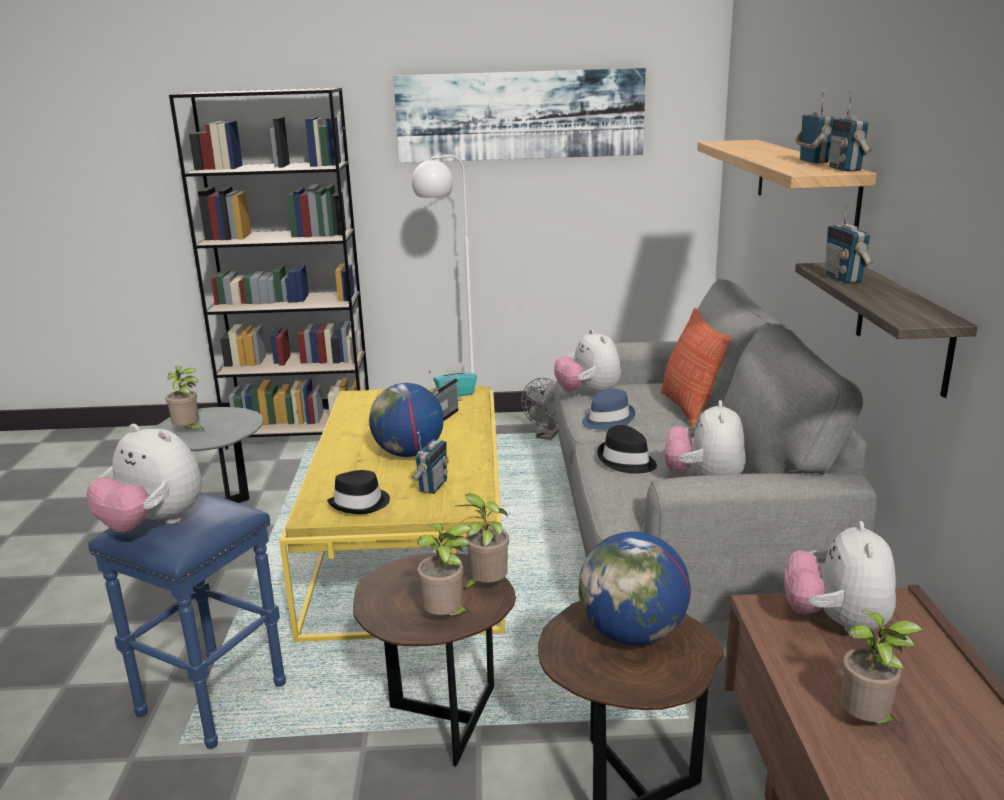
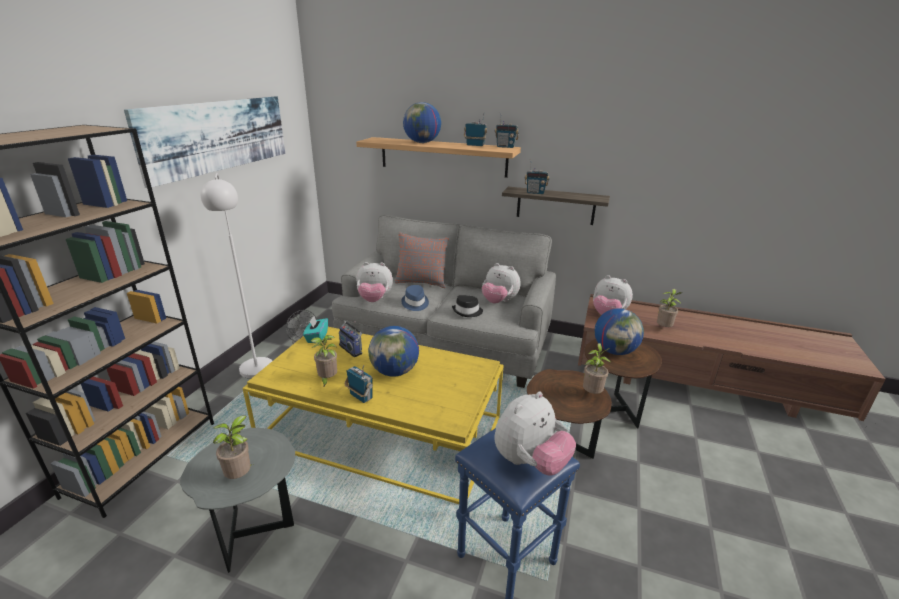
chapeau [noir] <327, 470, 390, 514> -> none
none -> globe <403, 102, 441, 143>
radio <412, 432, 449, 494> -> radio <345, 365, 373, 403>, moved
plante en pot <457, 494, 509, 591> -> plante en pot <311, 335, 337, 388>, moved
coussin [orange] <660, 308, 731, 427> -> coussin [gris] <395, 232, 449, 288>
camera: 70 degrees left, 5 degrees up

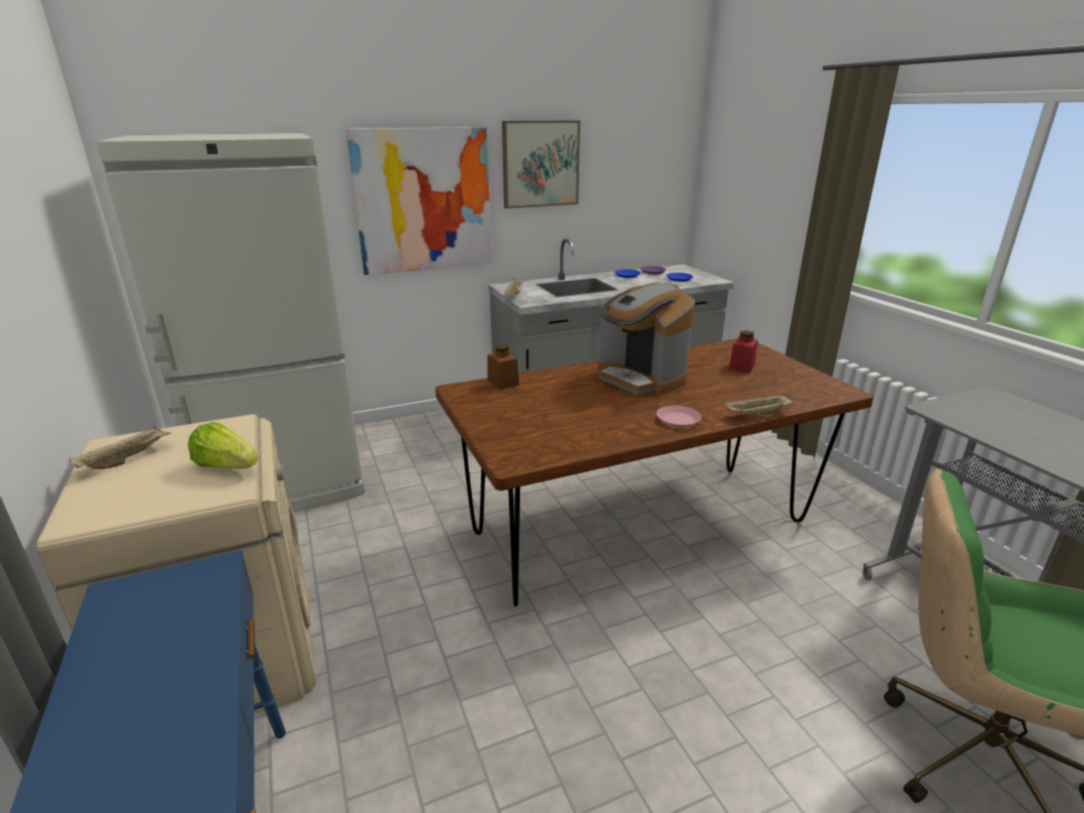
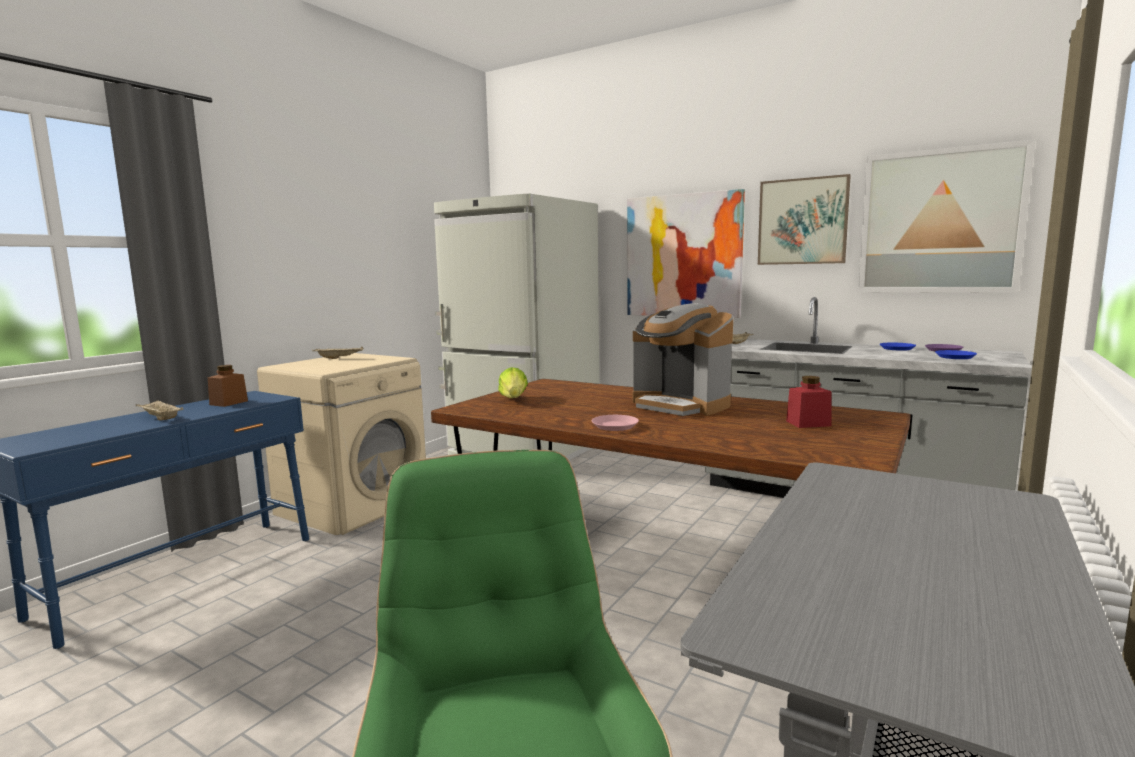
none -> tableau <858, 139, 1035, 293>
laitue <188, 422, 258, 469> -> laitue <498, 367, 528, 398>, moved
bocal [marron] <487, 344, 519, 390> -> bocal [marron] <208, 365, 248, 407>, moved
plateau [beige] <725, 393, 793, 415> -> plateau [beige] <136, 400, 183, 421>, moved
machine à café <598, 283, 695, 395> -> machine à café <633, 303, 733, 416>, 60 degrees counterclockwise
camera: 55 degrees right, 15 degrees down

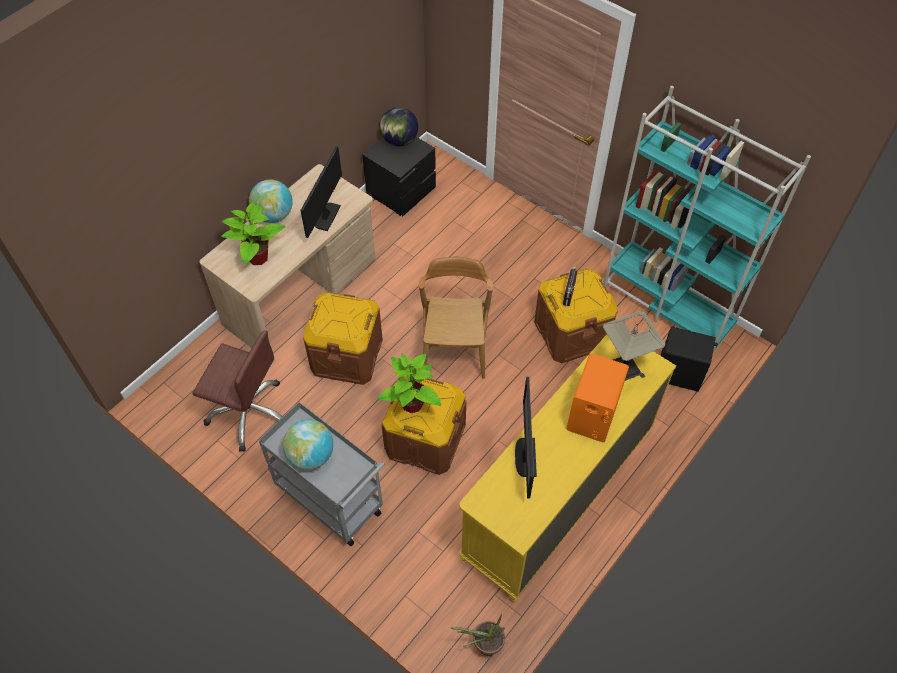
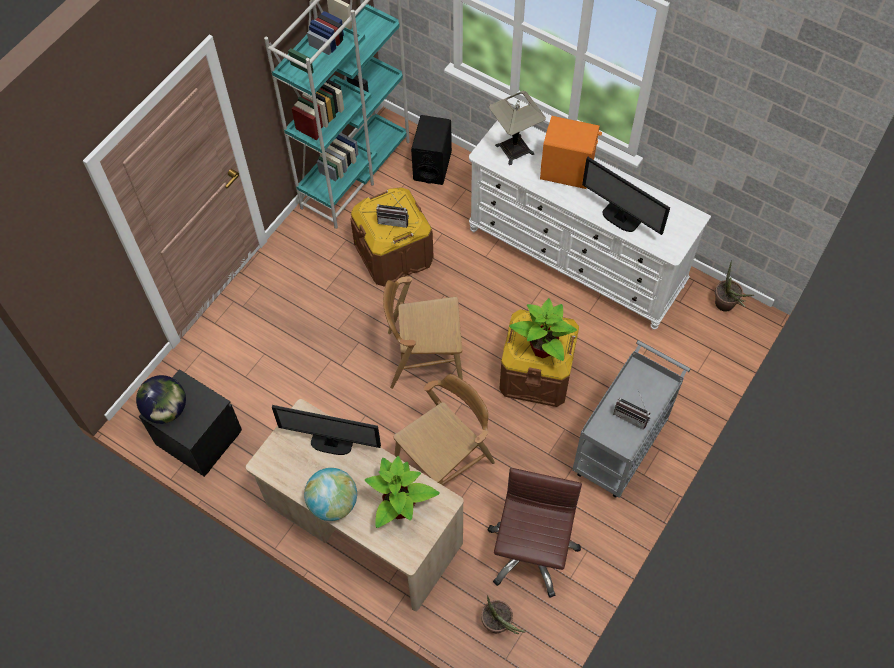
none -> plante en pot <481, 595, 526, 634>
globe <283, 419, 333, 470> -> radio <613, 391, 650, 429>
boîte de rangement [marron] <303, 292, 383, 385> -> chaise [marron] <393, 374, 495, 485>
commode [jaune] <459, 334, 676, 601> -> commode [blanc] <469, 120, 711, 330>
écran d'ordinateur <515, 377, 537, 499> -> écran d'ordinateur <582, 157, 670, 235>, 45 degrees clockwise
camera: 95 degrees left, 5 degrees up

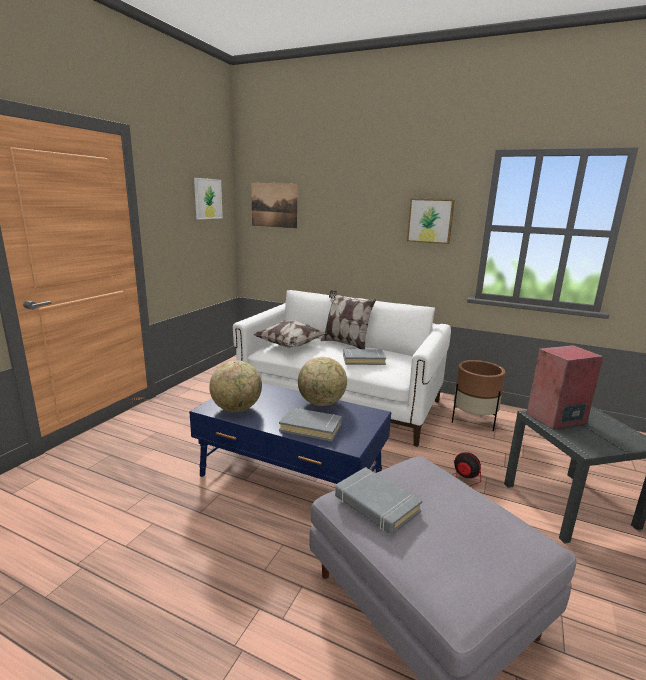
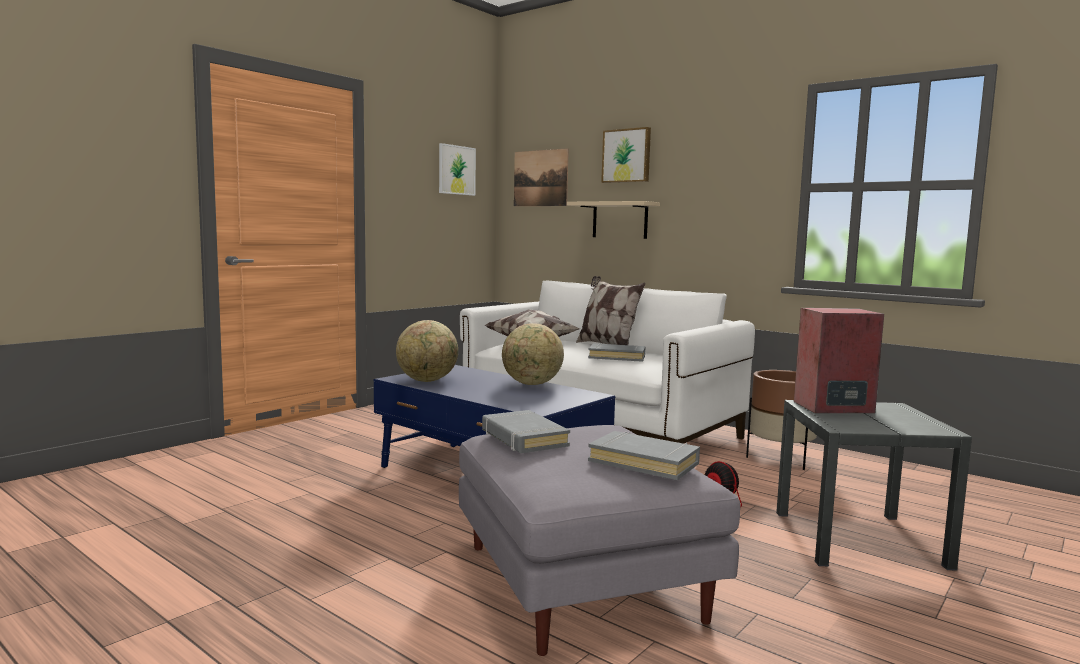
none -> étagère [beige] <567, 201, 660, 239>
livre [gris] <279, 407, 342, 442> -> livre [gris] <588, 431, 700, 480>, moved
tableau <407, 198, 455, 244> -> tableau <601, 127, 651, 183>, moved
camera: 15 degrees right, 10 degrees down

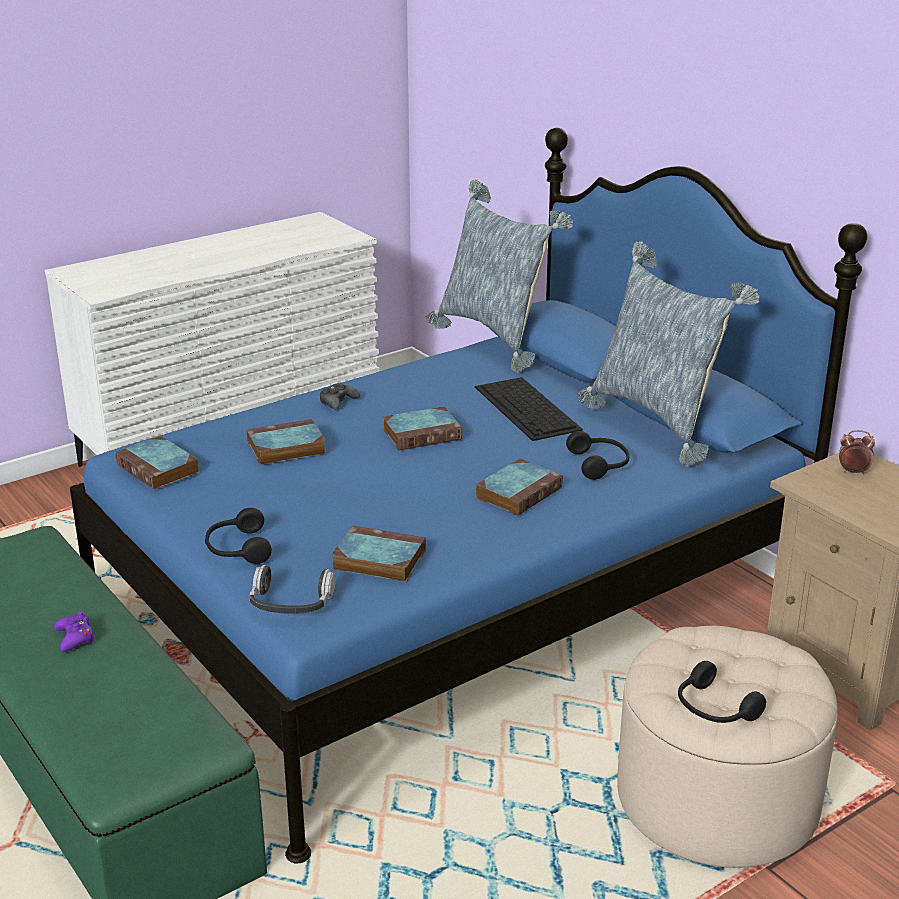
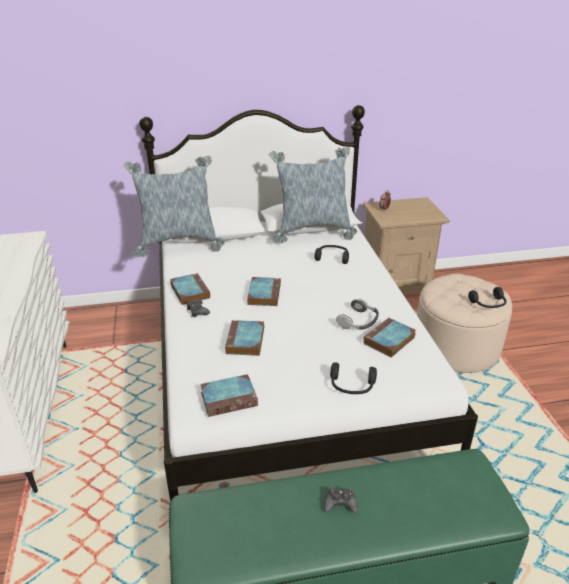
clavier <475, 377, 583, 441> -> none
casque audio <249, 565, 336, 614> -> casque audio <336, 299, 379, 330>, moved
livre <476, 458, 563, 516> -> livre <170, 273, 210, 305>, moved
manette [violet] <54, 611, 95, 652> -> manette [noir] <324, 488, 358, 513>
lit [bleu] <70, 128, 867, 863> -> lit [blanc] <139, 105, 478, 502>
camera: 65 degrees left, 5 degrees up

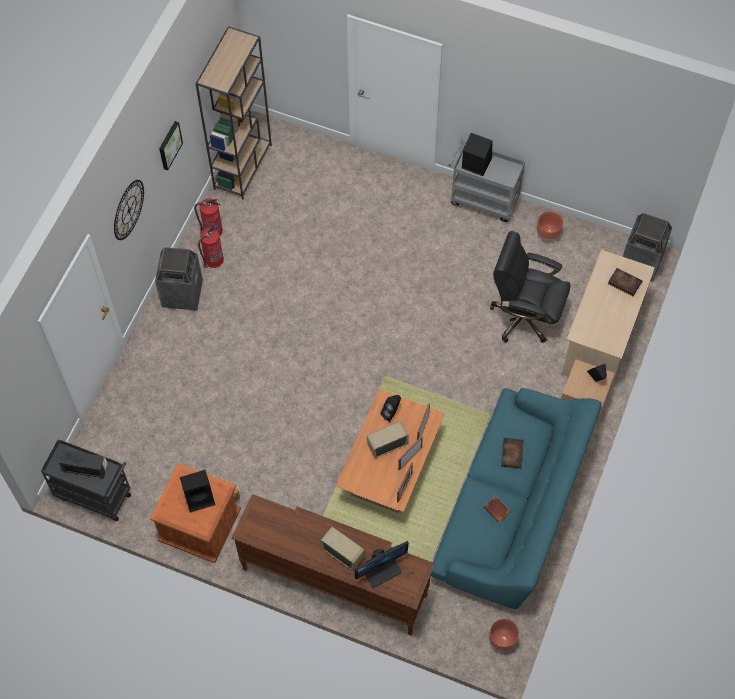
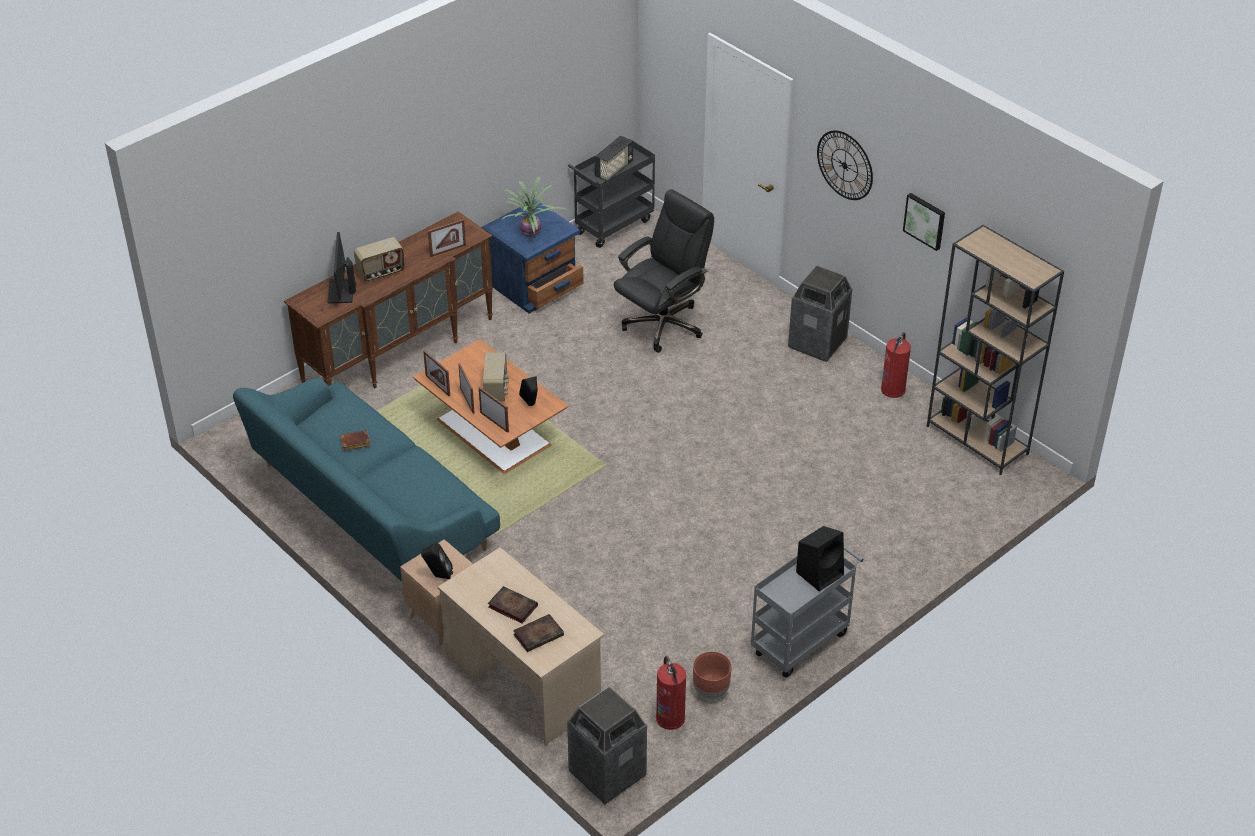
cache-pot [marron] <489, 619, 519, 652> -> none
none -> cadre photo <428, 219, 466, 257>
extincteur <198, 224, 224, 268> -> extincteur <656, 656, 686, 730>, moved
chaise de bureau [noir] <490, 231, 571, 343> -> chaise de bureau [noir] <614, 189, 714, 352>, moved
livre <501, 438, 524, 469> -> livre <488, 586, 538, 624>, moved
enceinte [noir] <180, 470, 215, 512> -> plante en pot <501, 177, 568, 237>
table de chevet [orange] <150, 463, 241, 563> -> table de chevet [bleu] <482, 199, 584, 314>
camera: 115 degrees right, 20 degrees down

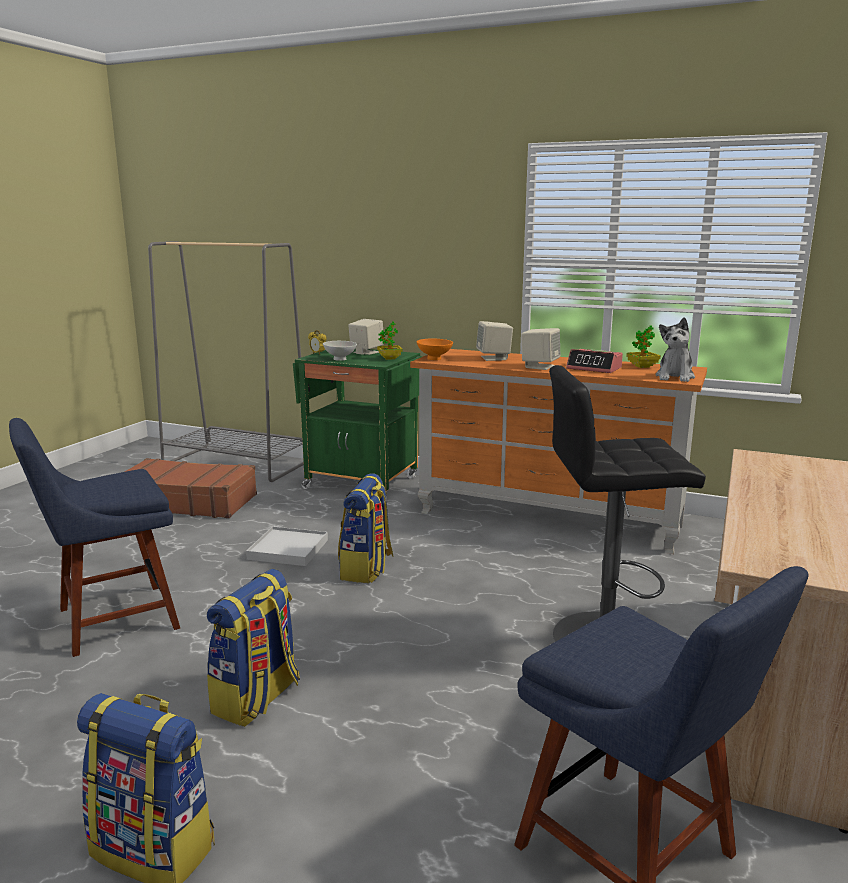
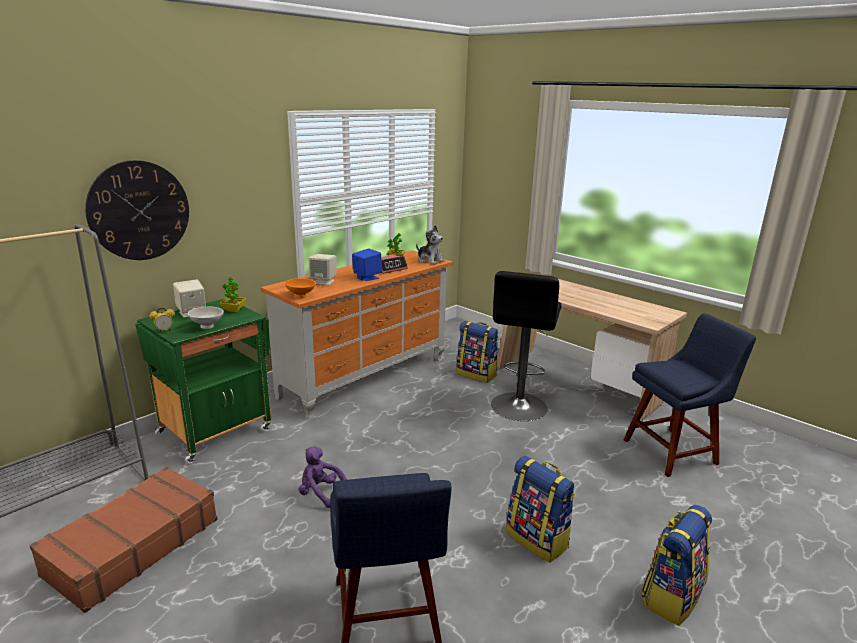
none -> horloge murale <85, 160, 189, 260>
sac à dos <338, 473, 394, 583> -> sac à dos <456, 321, 499, 383>, moved
plateau [blanc] <246, 526, 328, 566> -> peluche [violet] <299, 446, 347, 508>
enceinte [beige] <521, 328, 560, 370> -> enceinte [bleu] <352, 248, 382, 281>
camera: 70 degrees left, 5 degrees up

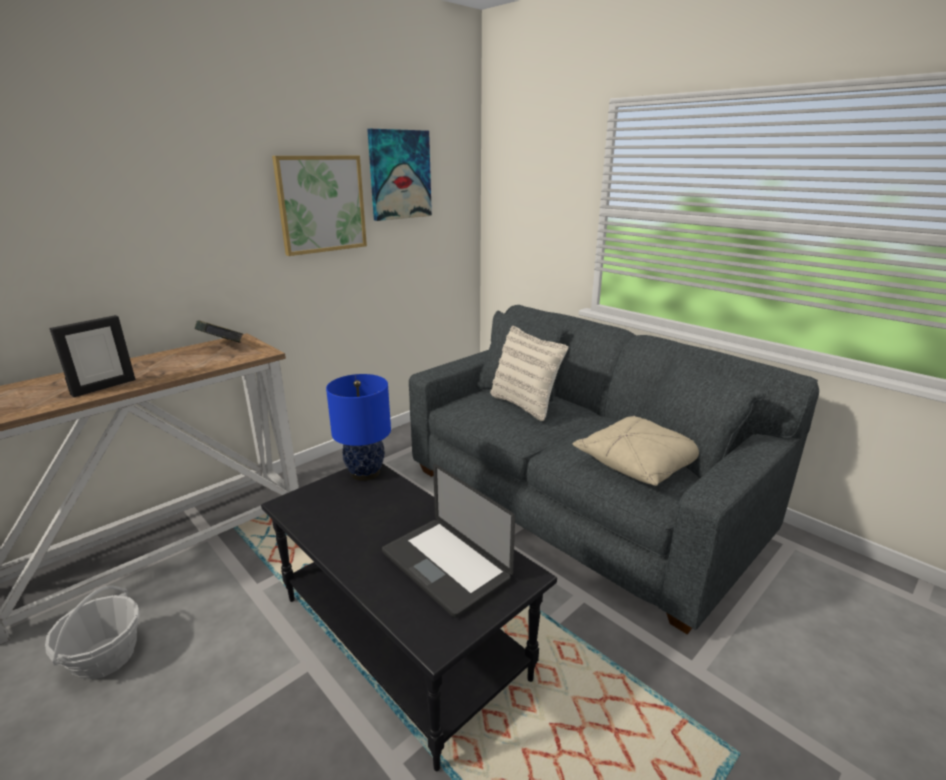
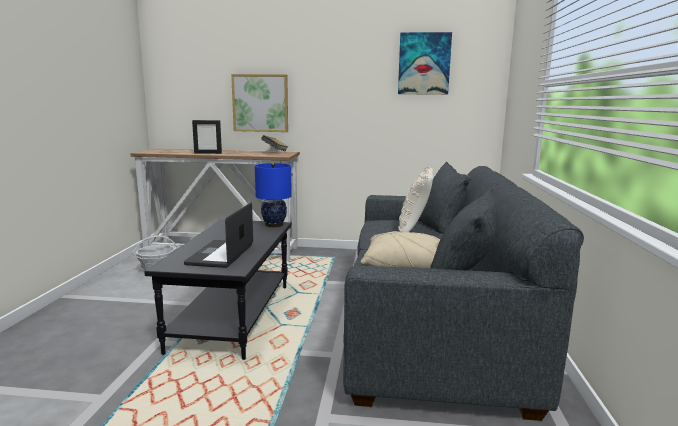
tableau <272, 156, 367, 256> -> tableau <231, 74, 288, 132>, moved
camera: 50 degrees right, 10 degrees down

